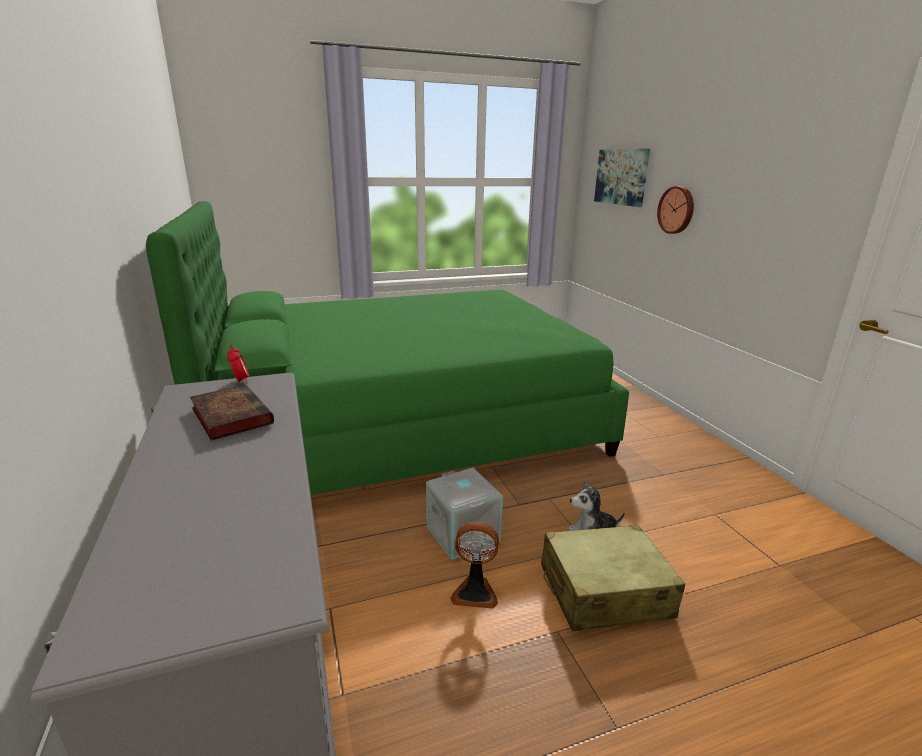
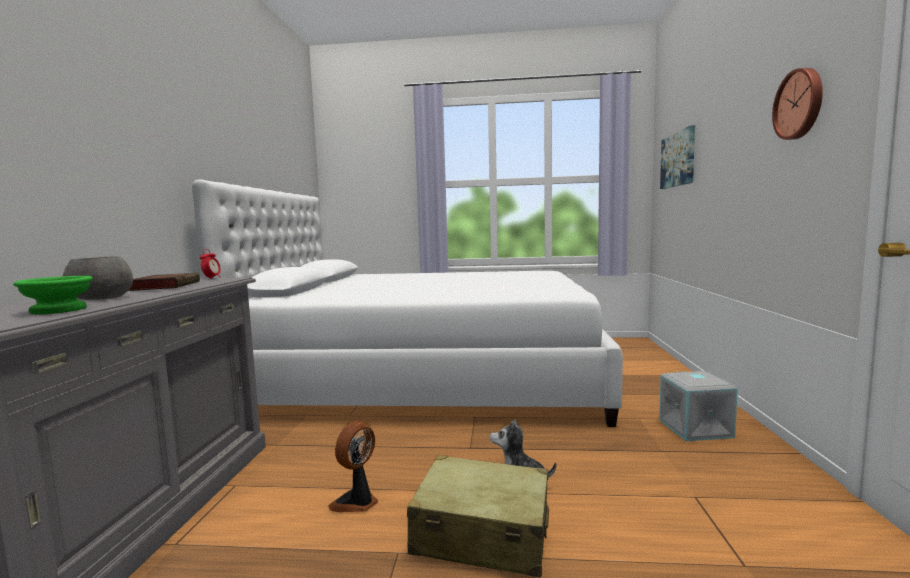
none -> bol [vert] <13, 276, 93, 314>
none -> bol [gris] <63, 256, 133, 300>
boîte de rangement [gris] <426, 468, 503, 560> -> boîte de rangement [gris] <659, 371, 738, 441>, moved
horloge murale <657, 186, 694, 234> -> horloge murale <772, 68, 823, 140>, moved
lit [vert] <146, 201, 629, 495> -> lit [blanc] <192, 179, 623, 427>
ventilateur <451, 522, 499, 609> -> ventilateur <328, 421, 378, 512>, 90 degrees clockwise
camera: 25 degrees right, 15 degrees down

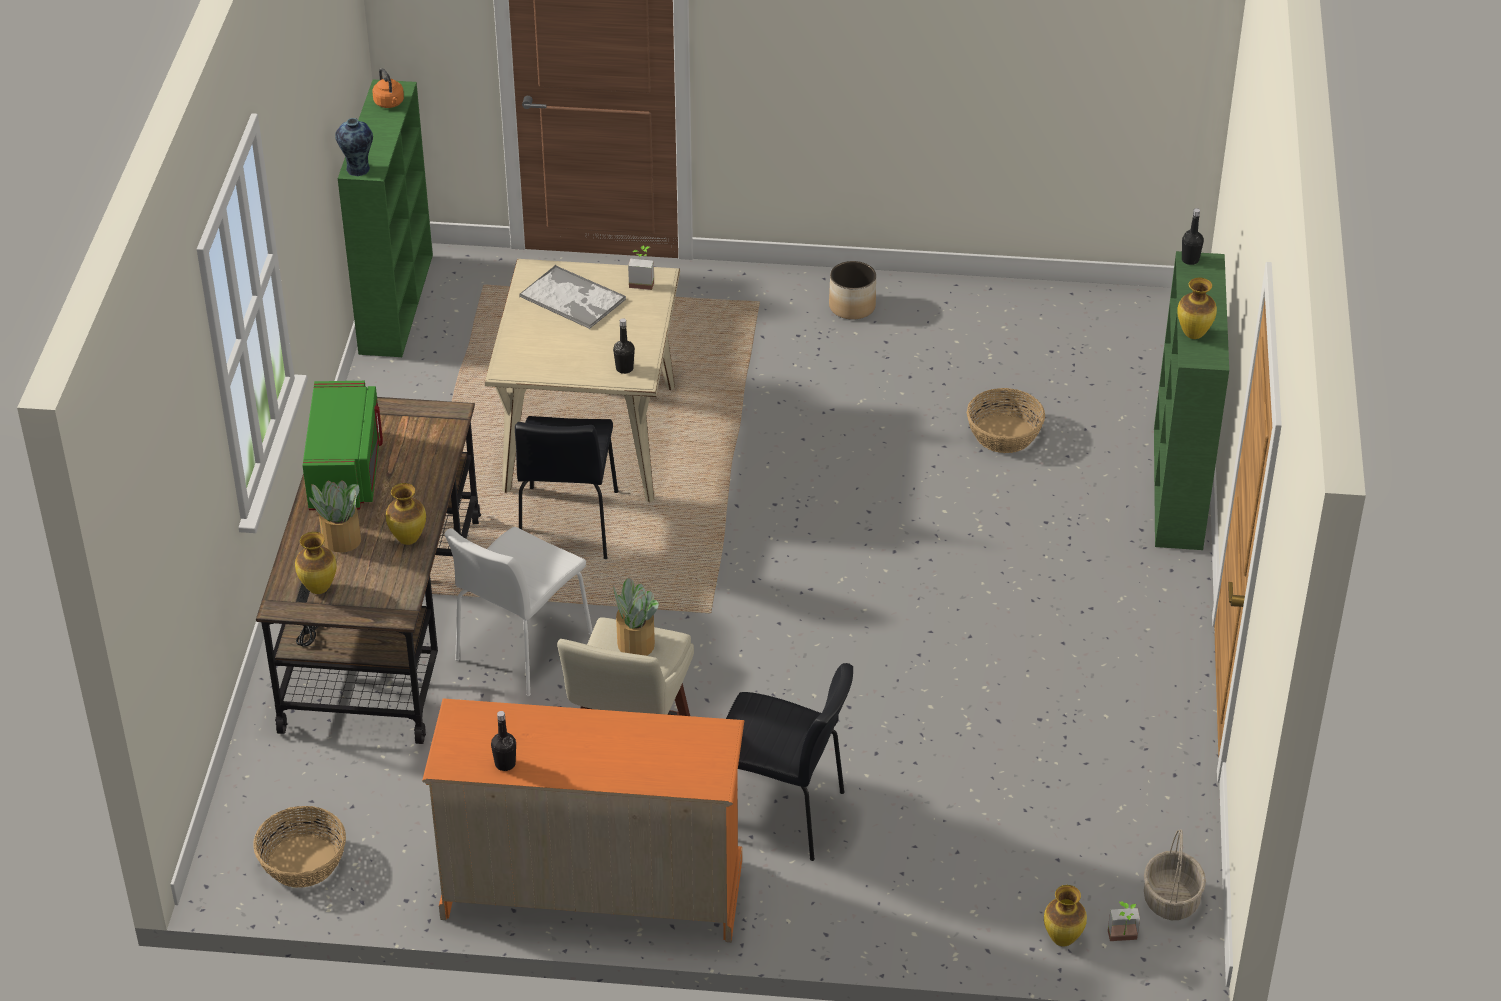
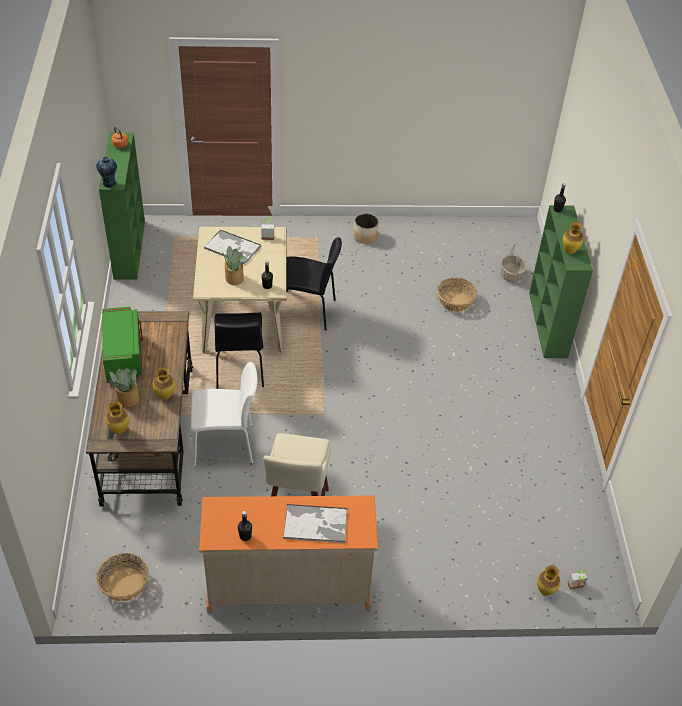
none -> plateau <283, 504, 348, 543>
plante en pot <613, 577, 659, 656> -> plante en pot <222, 246, 246, 285>, moved
chaise [noir] <726, 663, 853, 861> -> chaise [noir] <286, 237, 342, 330>, moved
panier <1144, 829, 1206, 920> -> panier <500, 243, 527, 283>, moved
chaise [blanc] <444, 527, 593, 696> -> chaise [blanc] <191, 362, 258, 465>, 120 degrees counterclockwise
camera: 10 degrees left, 5 degrees up

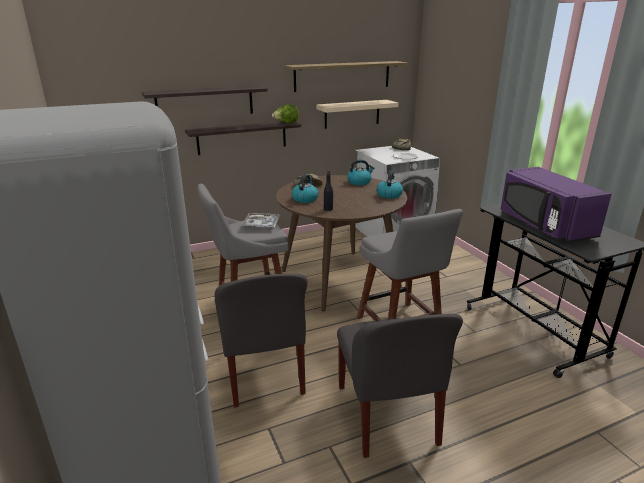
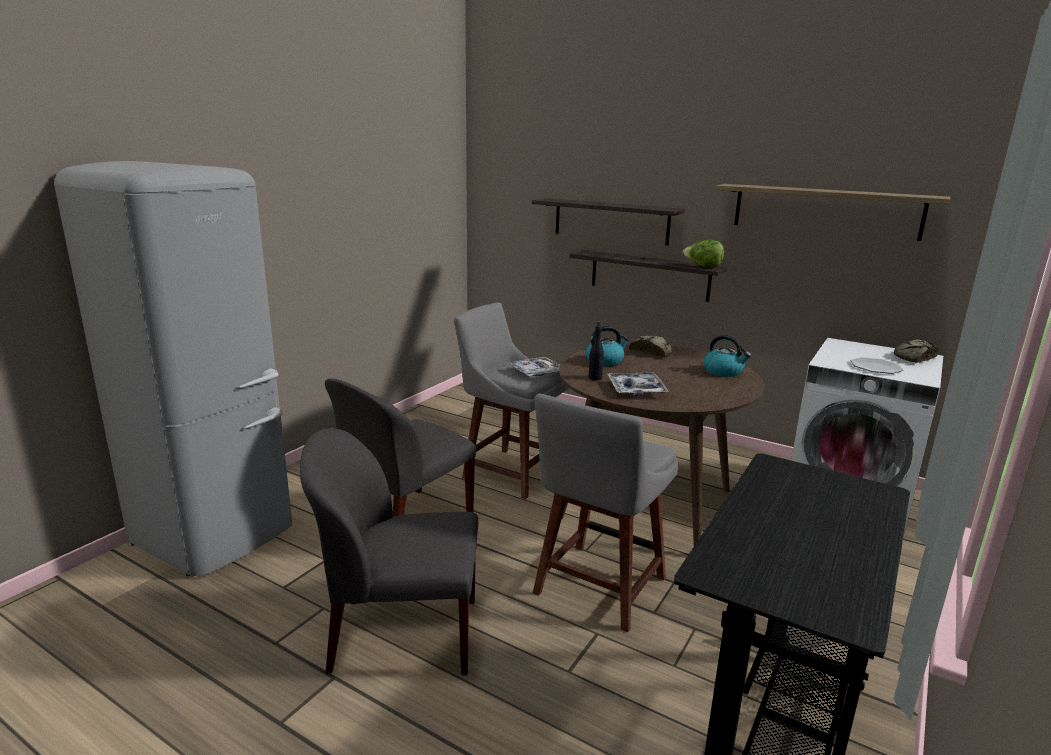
étagère [beige] <316, 100, 399, 129> -> none
bouilloire <377, 171, 403, 199> -> none
micro-ondes [violet] <500, 167, 612, 242> -> none
none -> plateau <608, 372, 669, 396>
chaise [gris] <337, 314, 463, 458> -> chaise [gris] <300, 428, 478, 675>, 45 degrees clockwise
camera: 55 degrees right, 5 degrees down

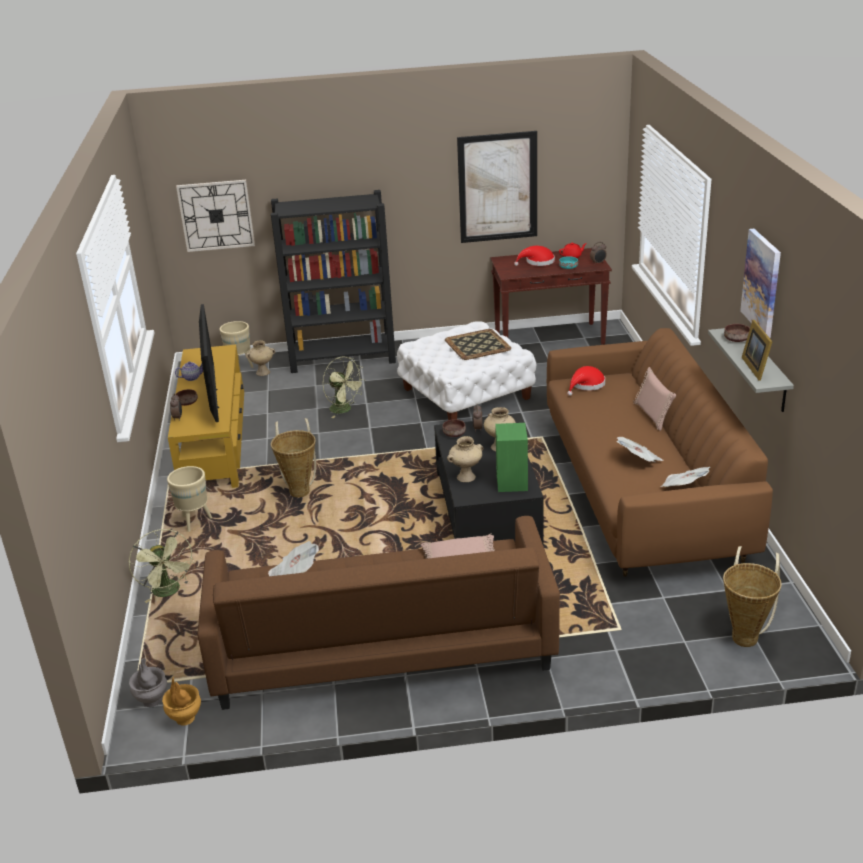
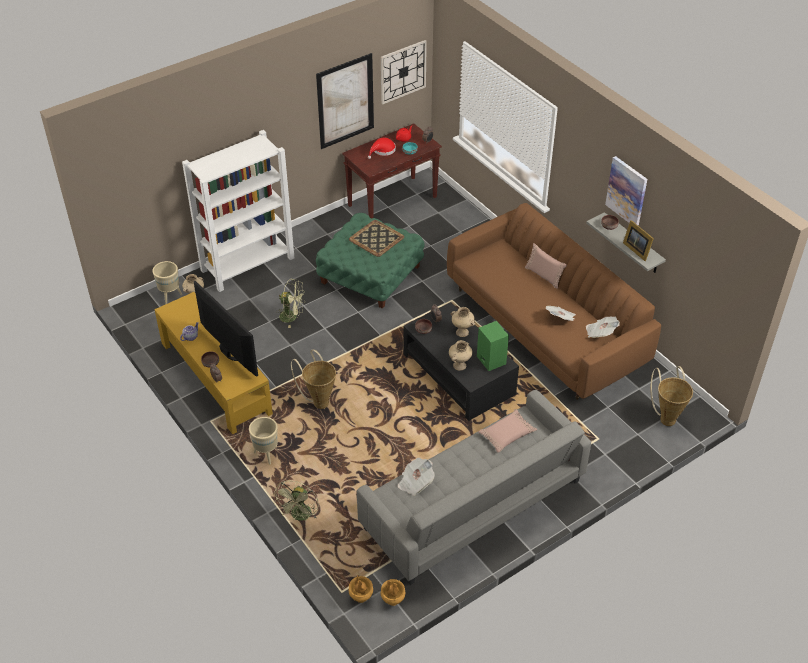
chapeau [rouge] <567, 366, 605, 396> -> none
horloge murale <176, 180, 255, 252> -> horloge murale <381, 40, 427, 104>, moved
vase [gris] <129, 658, 167, 707> -> vase [marron] <348, 575, 373, 603>
canapé [marron] <198, 516, 560, 710> -> canapé [gris] <357, 390, 591, 585>
bibliothèque [noir] <271, 190, 396, 373> -> bibliothèque [blanc] <182, 130, 294, 292>
pouf [blanc] <397, 321, 536, 420> -> pouf [vert] <316, 213, 425, 309>
ventilateur [vert] <129, 529, 194, 603> -> ventilateur [vert] <274, 481, 319, 521>, 75 degrees clockwise
camera: 30 degrees left, 15 degrees up

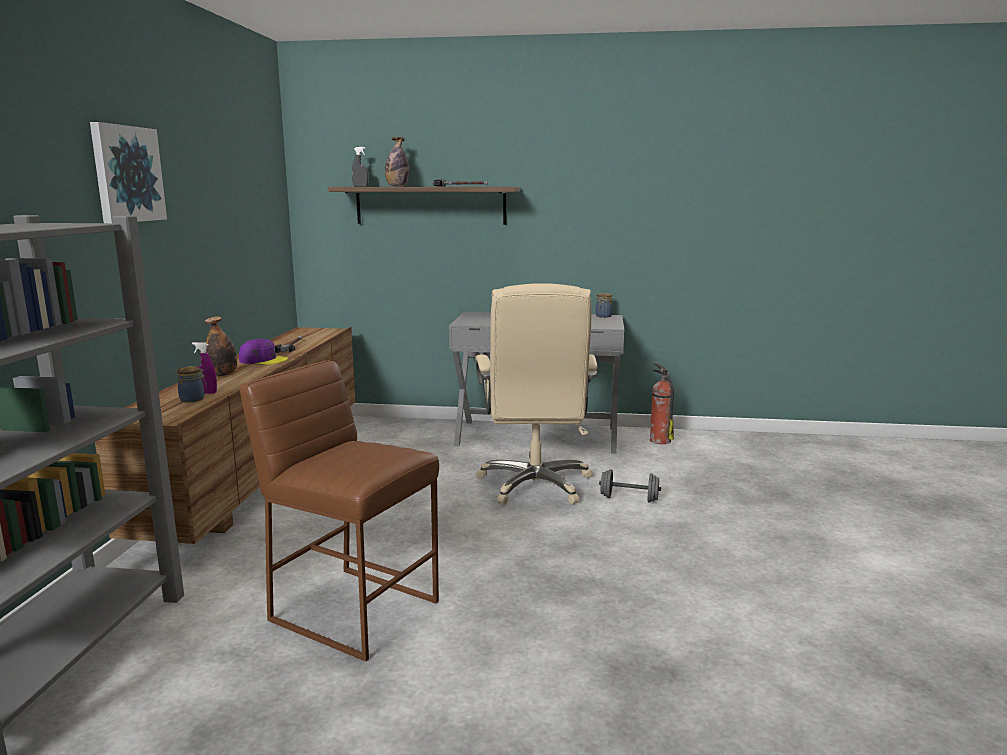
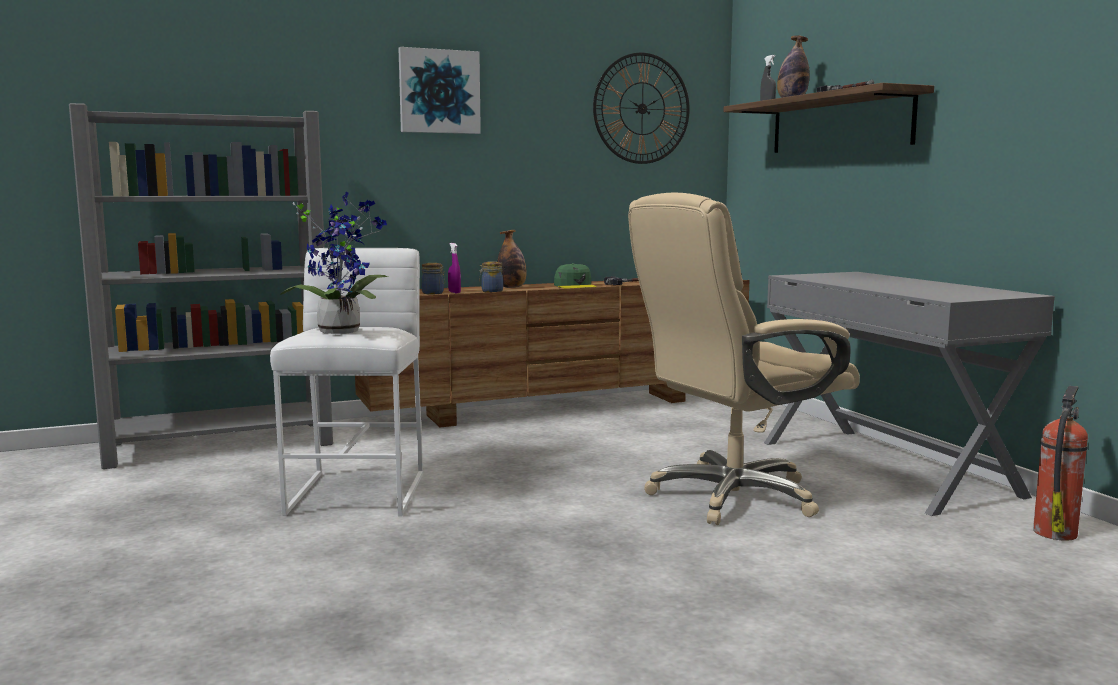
haltère [gris] <599, 469, 661, 503> -> none
none -> plante en pot <280, 191, 388, 334>
none -> horloge murale <593, 53, 690, 164>
bocal <596, 293, 613, 318> -> bocal <479, 261, 503, 292>, moved
casquette [violet] <239, 339, 288, 365> -> casquette [vert] <554, 263, 597, 289>
tabouret [marron] <240, 360, 439, 662> -> tabouret [blanc] <270, 248, 423, 516>
camera: 60 degrees right, 5 degrees down

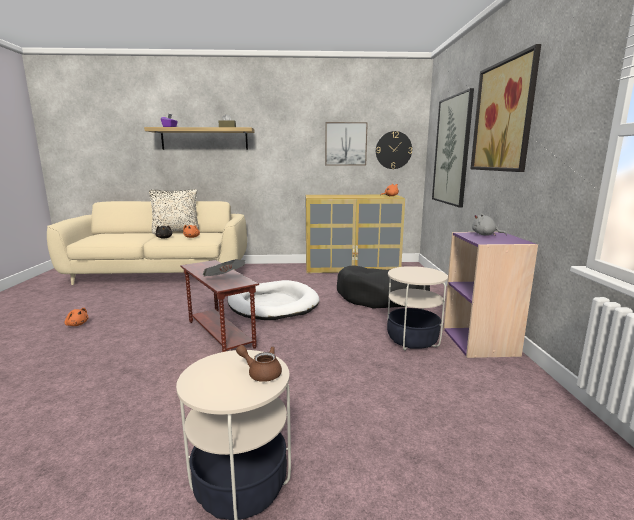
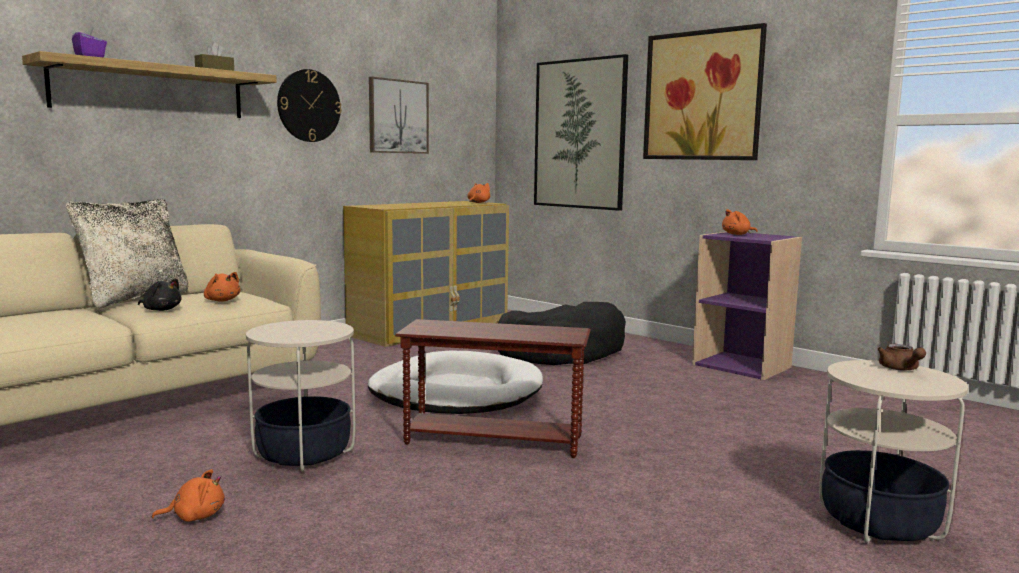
journal <203, 259, 245, 276> -> none
horloge murale <376, 131, 412, 169> -> horloge murale <277, 69, 342, 142>, moved
table d'appoint [beige] <387, 266, 448, 351> -> table d'appoint [beige] <246, 320, 356, 472>, moved
peluche [gris] <472, 213, 507, 236> -> peluche [orange] <722, 209, 758, 235>
théière [marron] <236, 345, 282, 382> -> théière [marron] <878, 344, 926, 371>, 75 degrees counterclockwise
camera: 45 degrees left, 5 degrees down

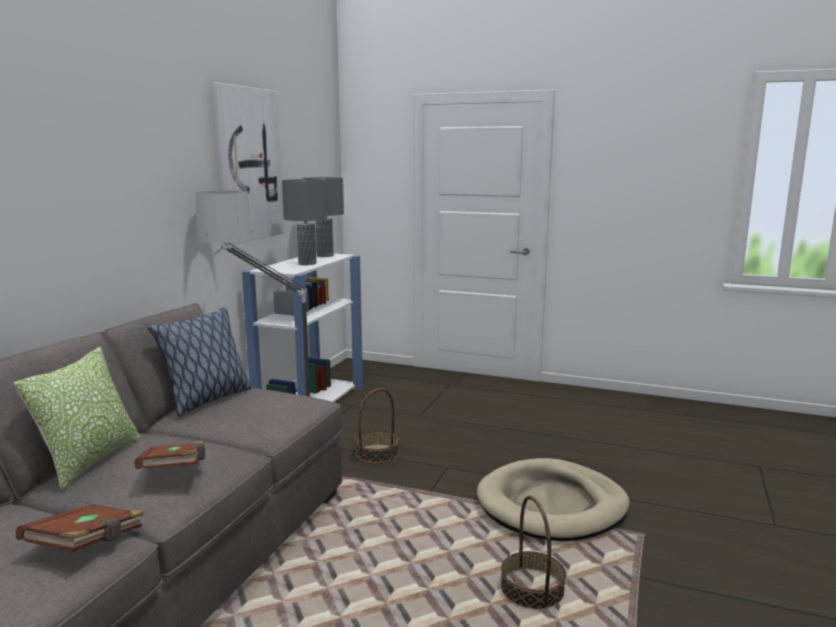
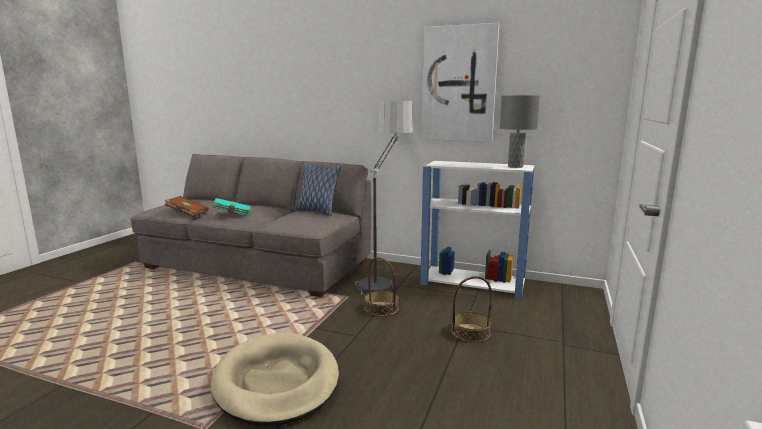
coussin <14, 347, 141, 490> -> none
lampe de table [gris] <282, 179, 327, 265> -> none
panier <501, 496, 566, 609> -> panier <451, 276, 492, 342>, moved
livre [marron] <135, 441, 205, 469> -> livre [turquoise] <212, 198, 250, 216>
camera: 90 degrees right, 0 degrees up

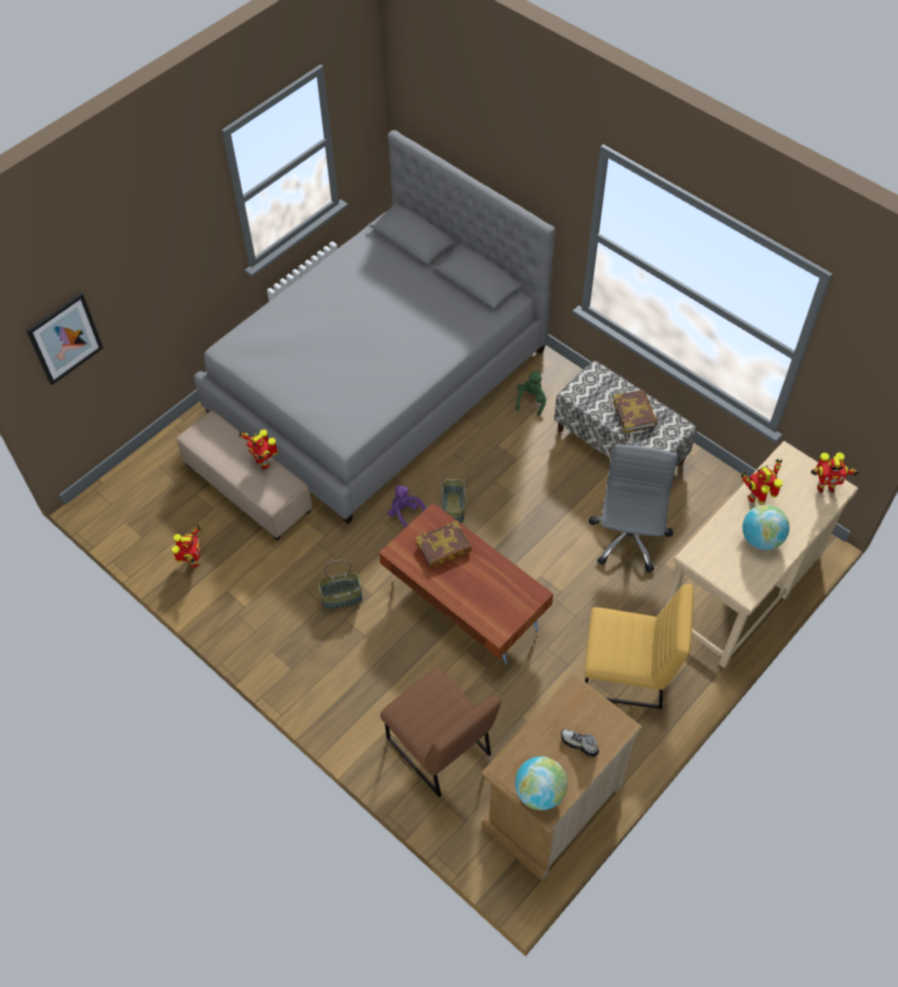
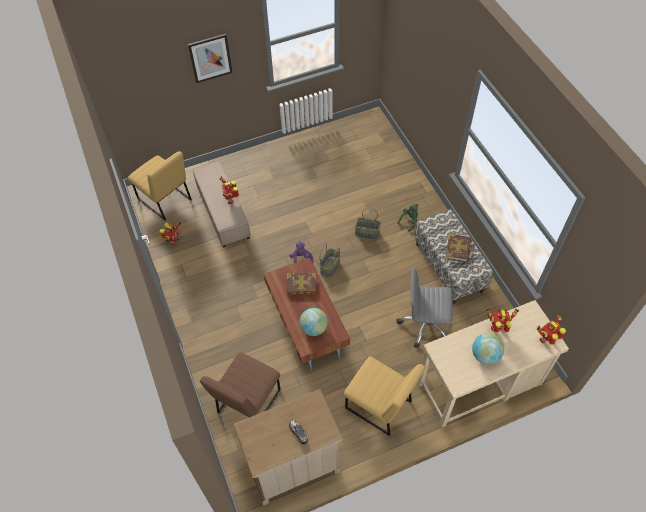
lit [gris] <194, 130, 555, 524> -> none
none -> chaise [jaune] <128, 151, 192, 221>
tableau <26, 292, 103, 385> -> tableau <188, 34, 233, 83>, moved
panier <318, 560, 363, 610> -> panier <355, 208, 381, 239>, moved
globe <515, 756, 568, 810> -> globe <300, 308, 328, 336>, moved
chaise [marron] <380, 668, 501, 798> -> chaise [marron] <200, 352, 281, 417>, 45 degrees clockwise
chaise de bureau [gris] <588, 444, 678, 573> -> chaise de bureau [gris] <397, 268, 453, 348>, 120 degrees counterclockwise
robot jouet <811, 452, 860, 493> -> robot jouet <537, 313, 566, 345>, 120 degrees clockwise
camera: 25 degrees right, 0 degrees up

